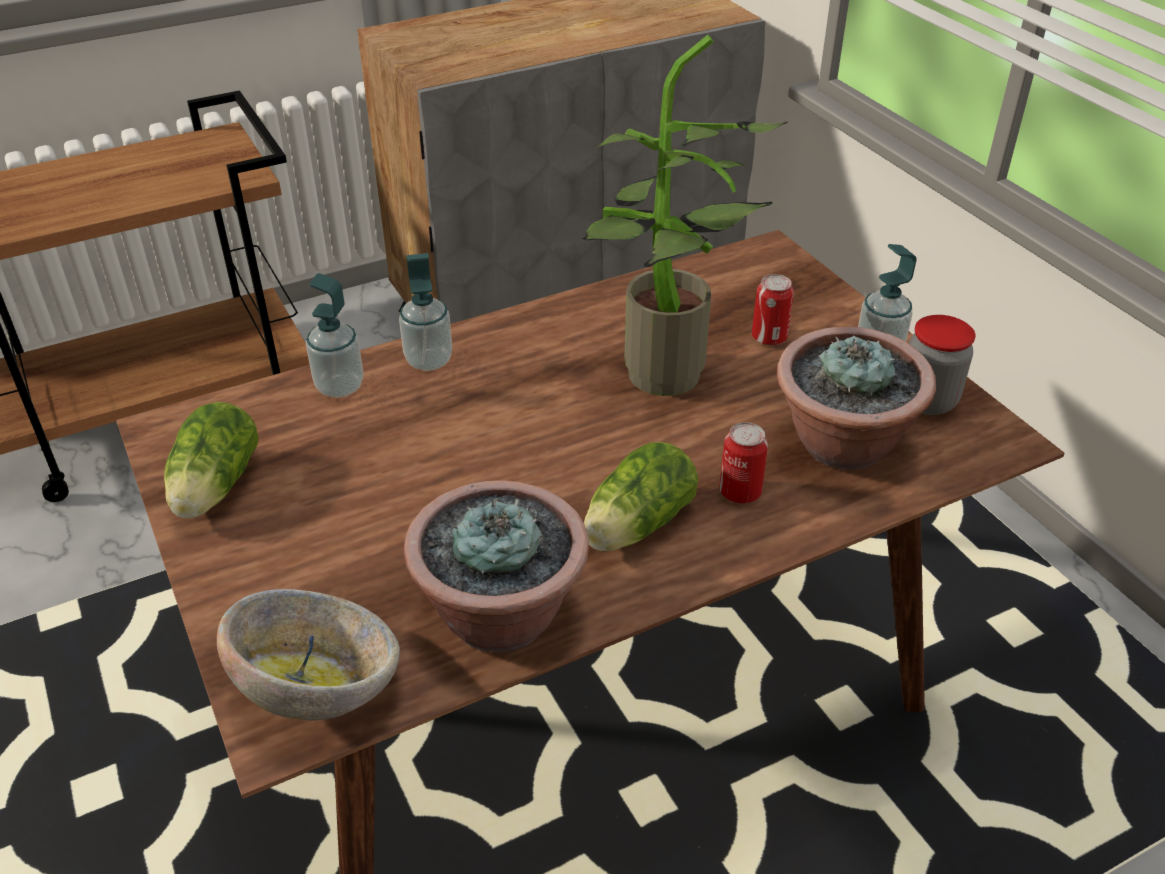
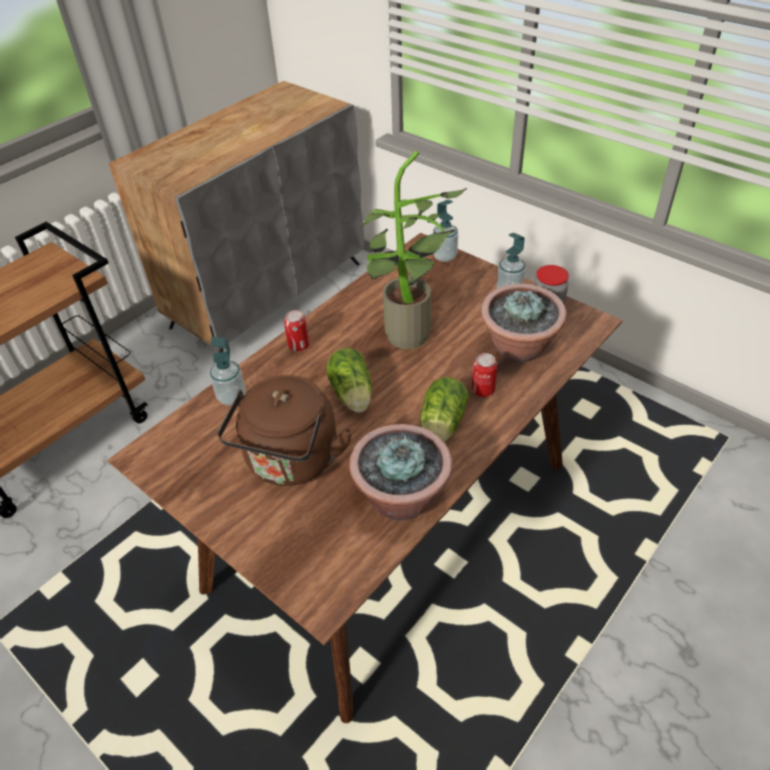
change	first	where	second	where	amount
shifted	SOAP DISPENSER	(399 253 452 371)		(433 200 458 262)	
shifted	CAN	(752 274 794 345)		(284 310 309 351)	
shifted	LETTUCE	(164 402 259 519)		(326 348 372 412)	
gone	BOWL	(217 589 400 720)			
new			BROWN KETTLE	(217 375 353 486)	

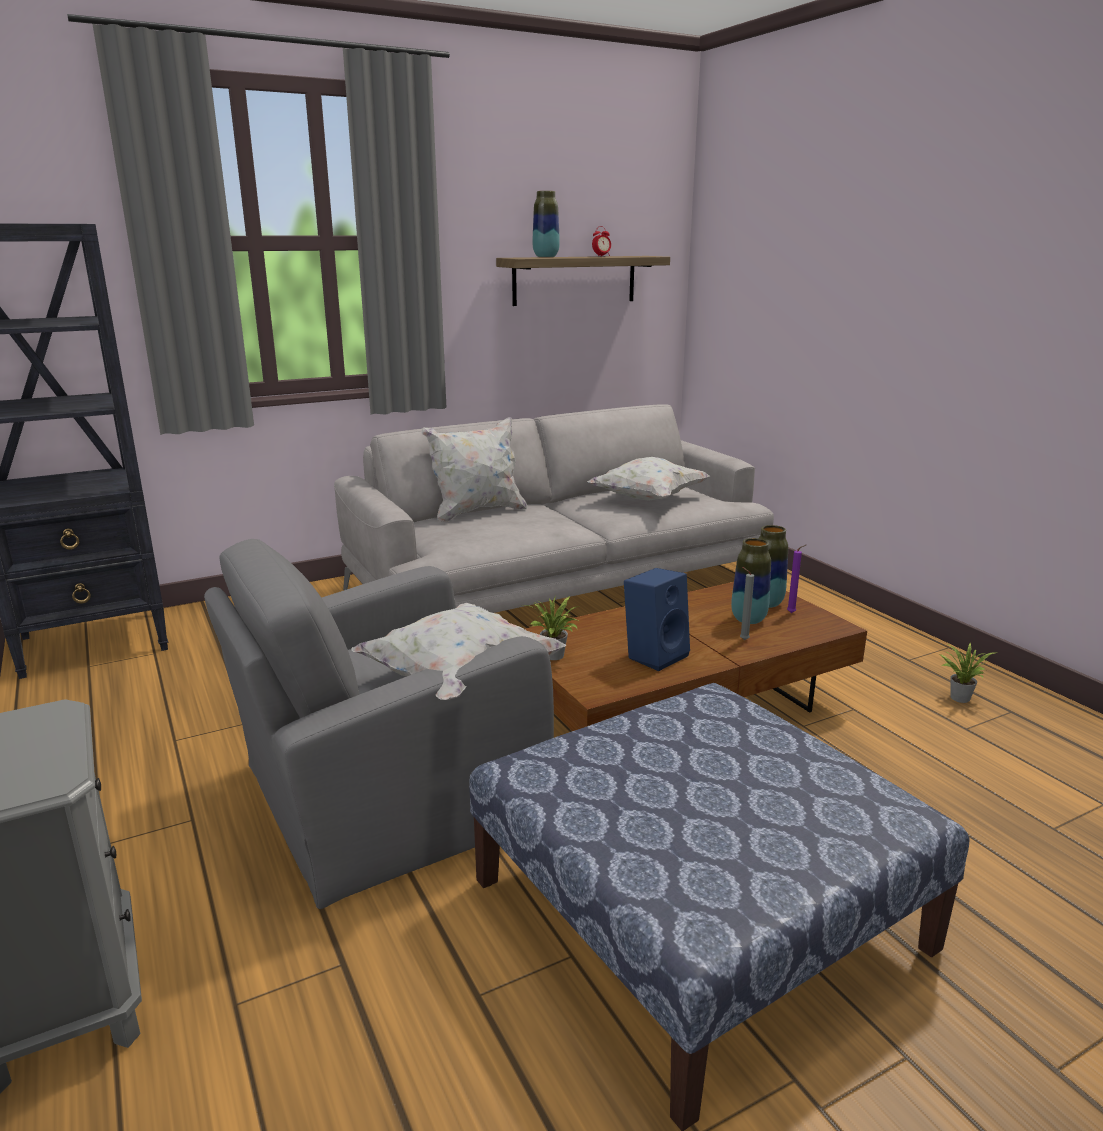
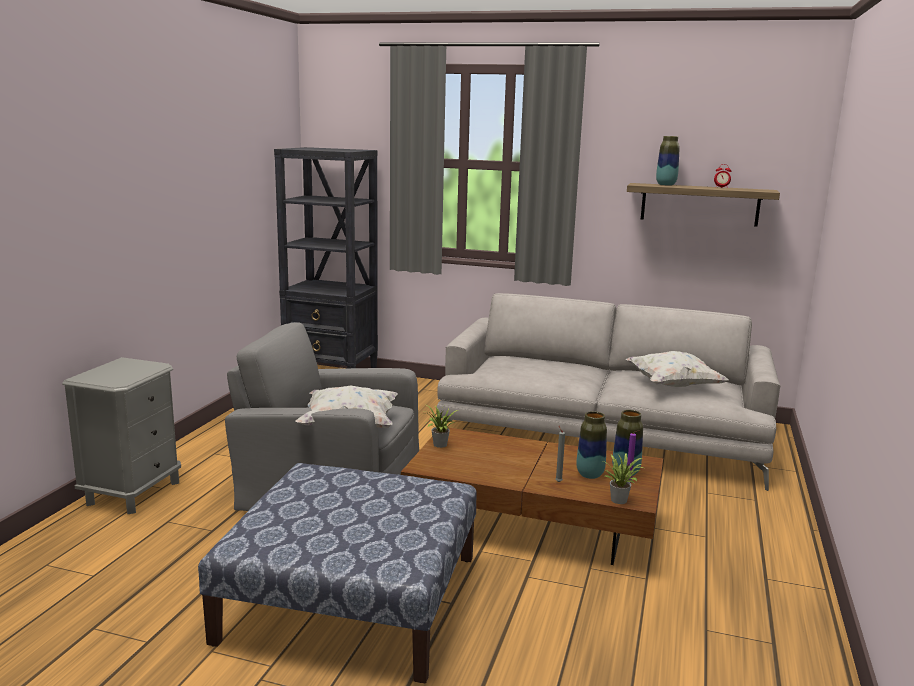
change	first	where	second	where	amount
gone	WHITE PILLOW	(422 417 527 522)			
gone	BLUE SPEAKER	(624 568 690 671)			
shifted	POTTED PLANT	(940 643 995 703)		(603 453 643 504)	

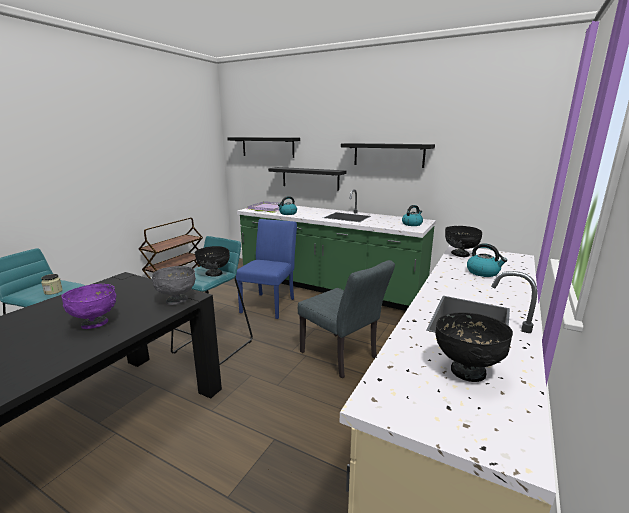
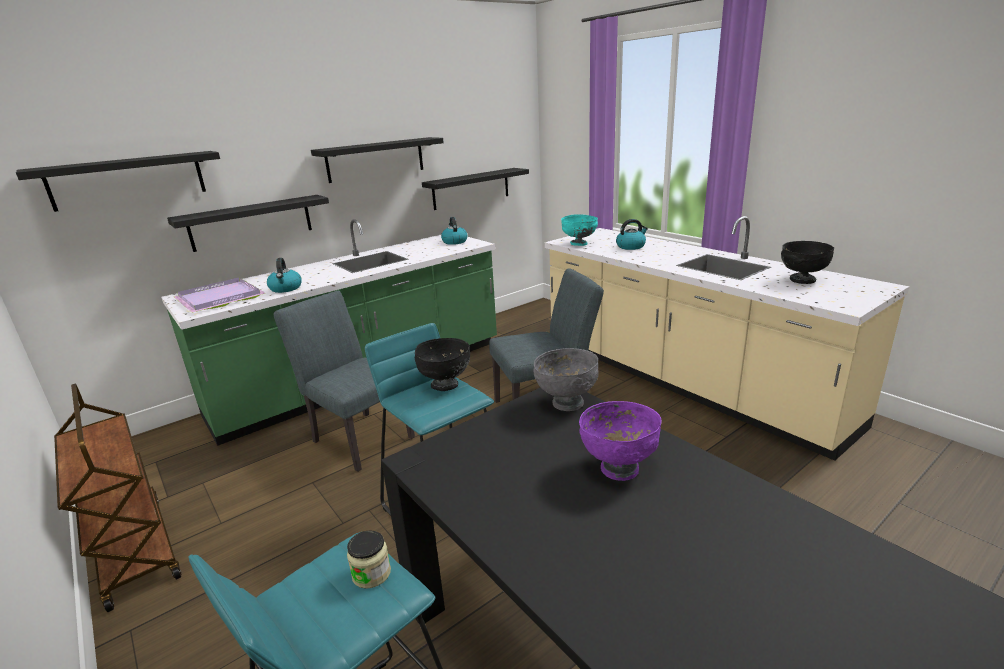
change	first	where	second	where	amount
repainted	BLUE CHAIR	(236 219 297 319)	GREY CHAIR	(274 291 415 472)	
repainted	BLACK BOWL	(445 226 482 257)	TURQUOISE BOWL	(561 214 598 246)	
new			BLACK SHELF	(422 168 529 210)	

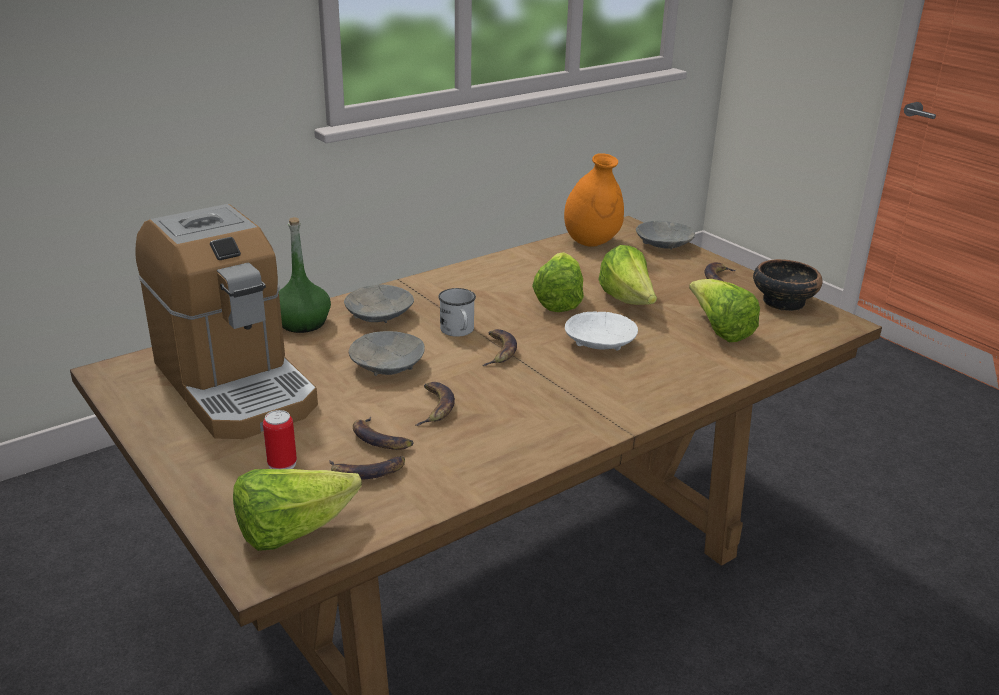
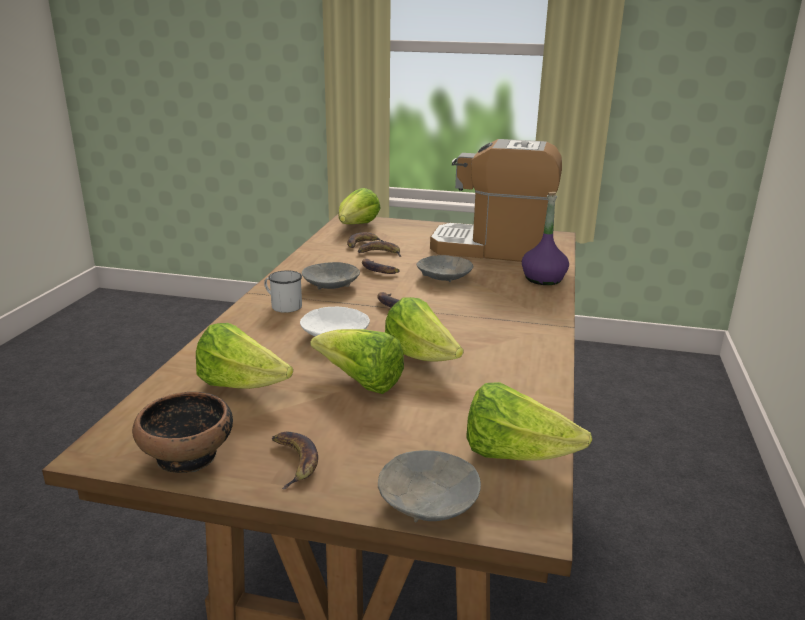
change	first	where	second	where	amount
swapped	ORANGE VASE	(564 153 624 247)	LETTUCE	(466 382 592 461)	
repainted	GREEN BOTTLE	(279 217 331 333)	PURPLE BOTTLE	(522 192 569 285)	
shifted	GREY BOWL	(344 284 414 323)		(302 262 360 290)	
shifted	WHITE MUG	(438 288 476 337)		(264 270 302 313)	
gone	CAN	(263 410 297 469)			

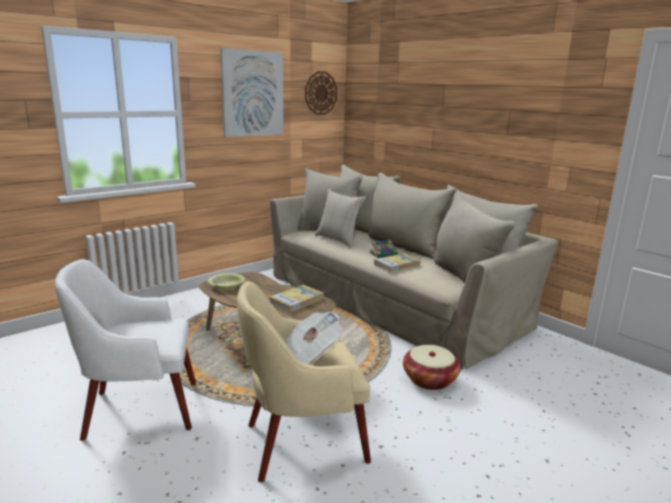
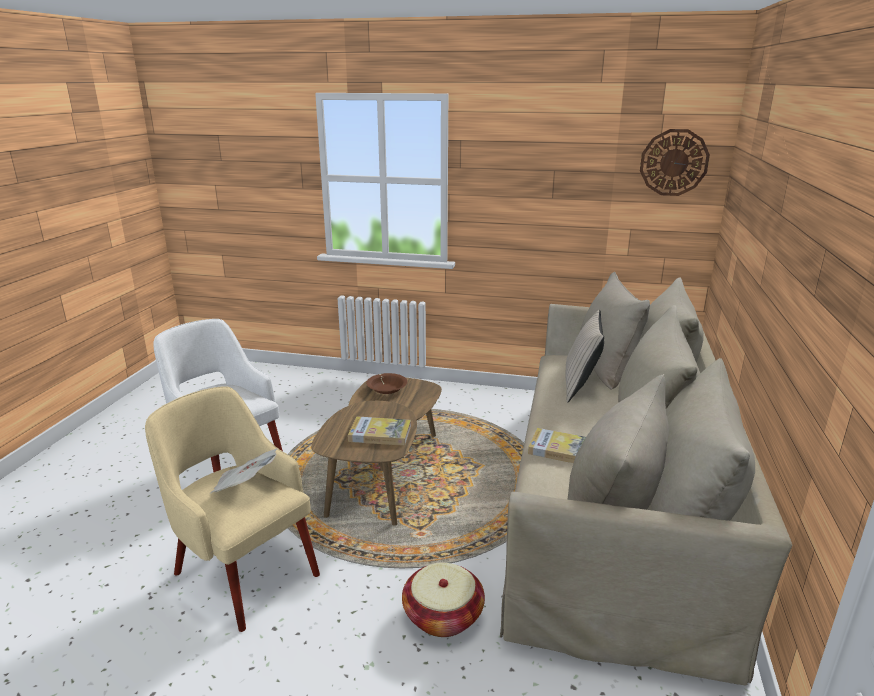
change	first	where	second	where	amount
gone	PICTURE	(220 48 283 137)			
gone	BOOK	(370 240 399 258)			
repainted	YELLOW BOWL	(208 273 245 289)	BROWN BOWL	(366 373 408 394)	

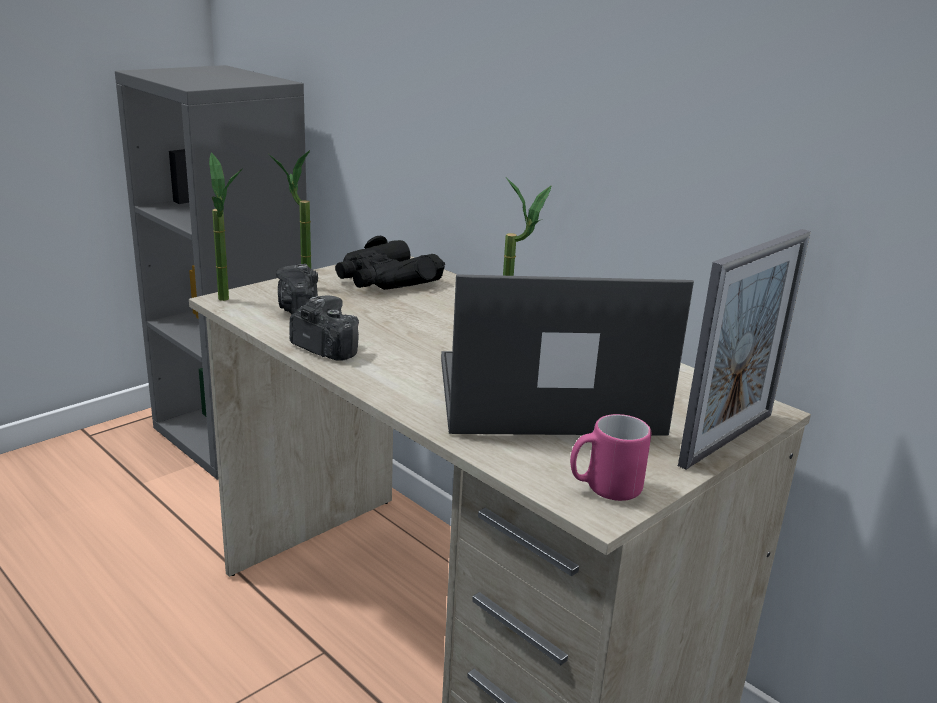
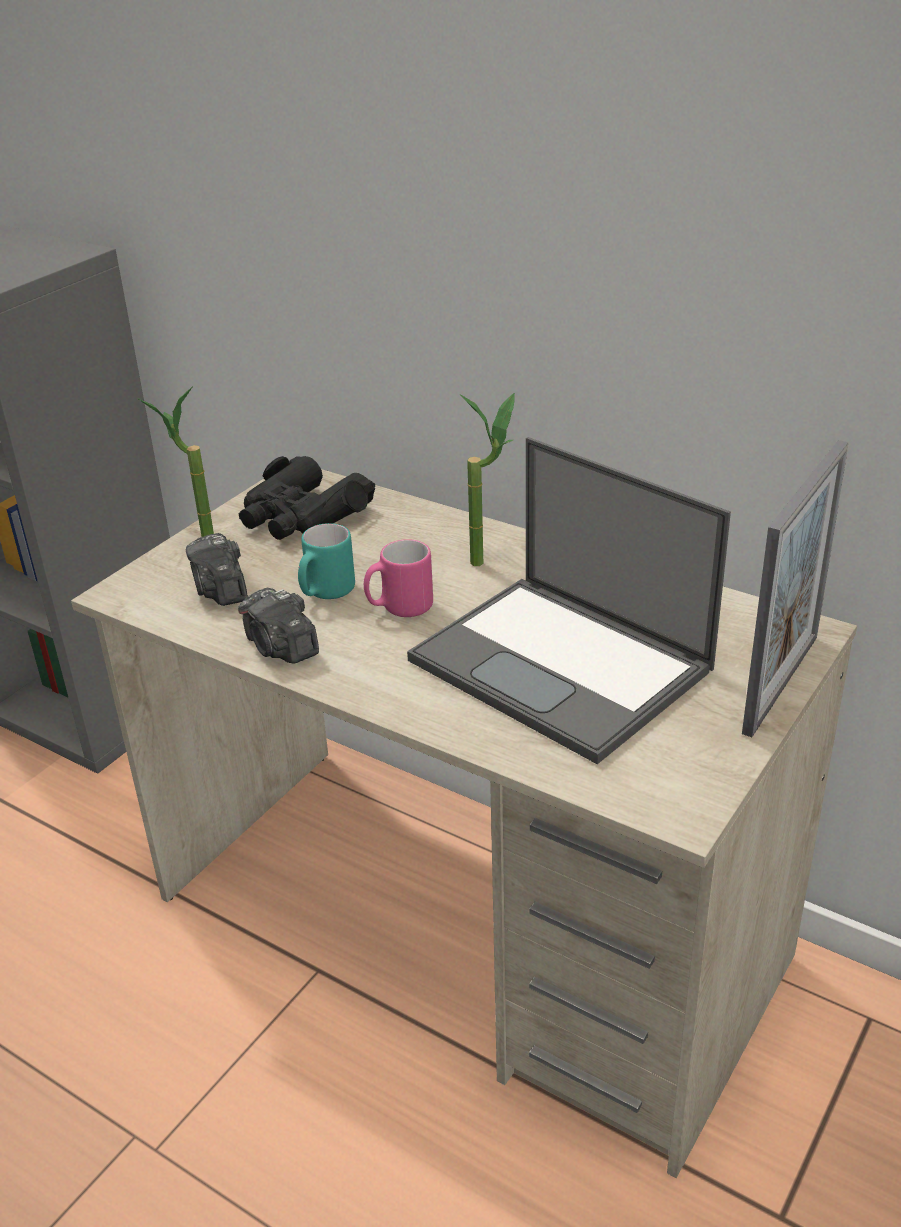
change	first	where	second	where	amount
gone	POTTED PLANT	(209 152 243 301)			
rotated	LAPTOP	(441 274 694 436)		(407 437 731 764)	120 degrees counterclockwise
rotated	PHOTO CAMERA	(289 296 359 361)		(238 588 319 664)	150 degrees counterclockwise
shifted	PINK MUG	(570 414 651 501)		(364 539 433 617)	
new			TURQUOISE MUG	(298 523 355 599)	

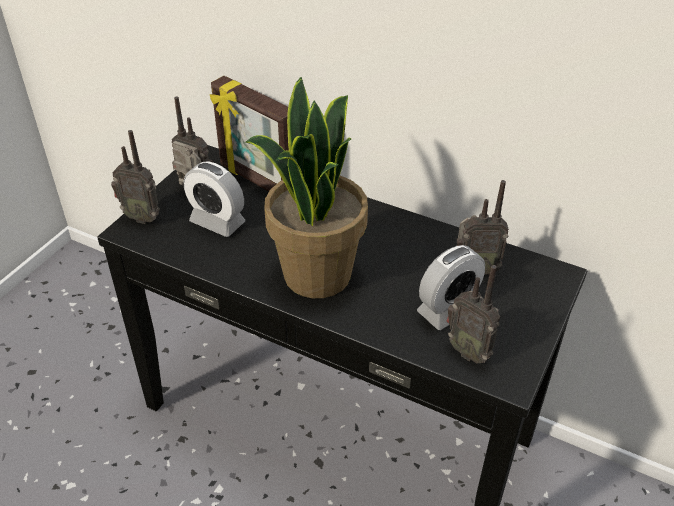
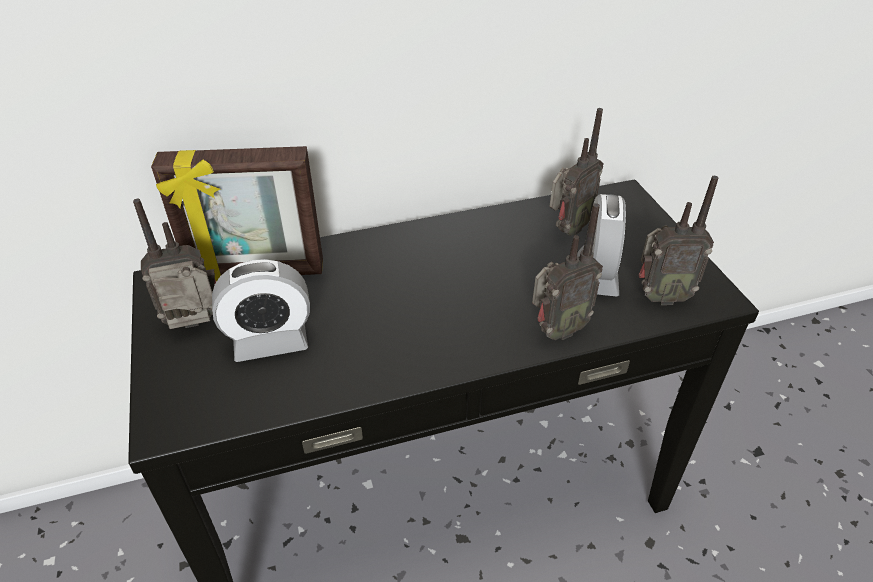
change	first	where	second	where	amount
gone	POTTED PLANT	(245 77 368 298)			
shifted	RADIO	(111 130 160 224)		(532 203 603 340)	

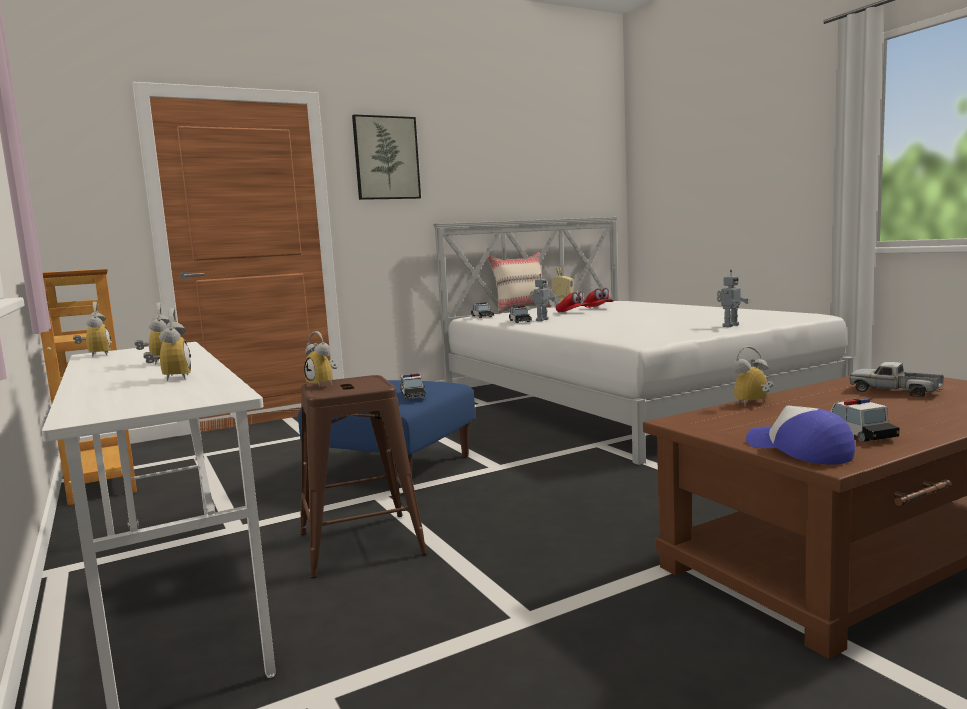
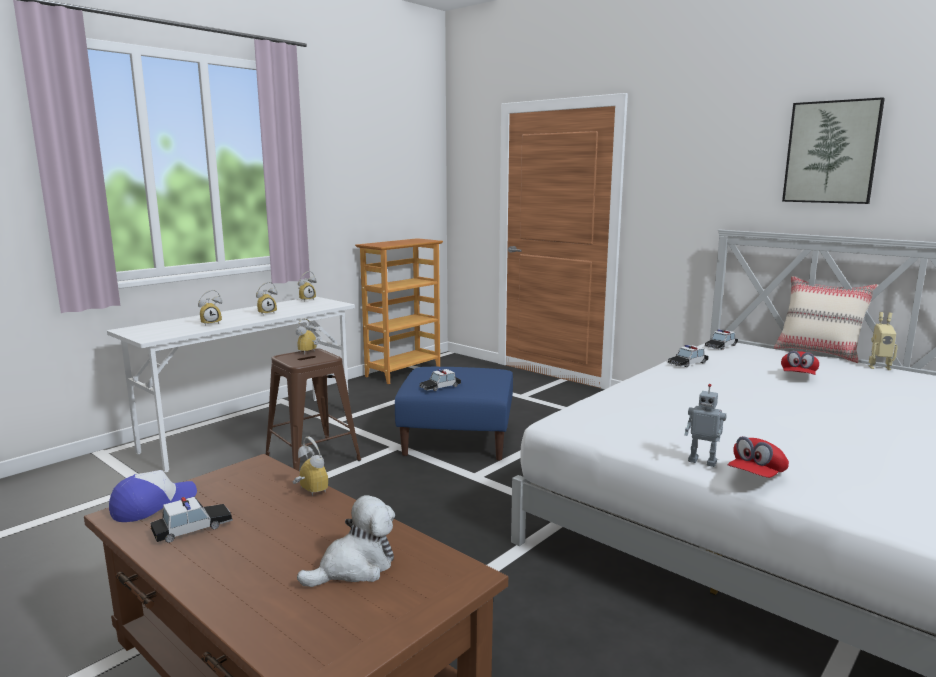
change	first	where	second	where	amount
shifted	PICTURE	(352 114 421 200)		(782 97 885 204)	
gone	TOY ROBOT	(530 274 555 321)			
shifted	RED CAP	(583 288 614 307)		(728 436 789 478)	
swapped	TOY TRUCK	(849 362 944 397)	PLUSH TOY	(297 495 395 587)	

